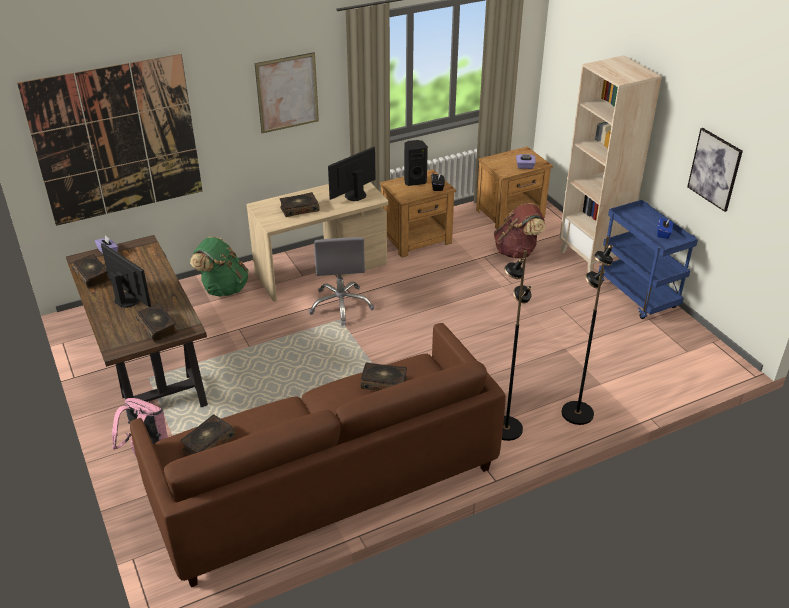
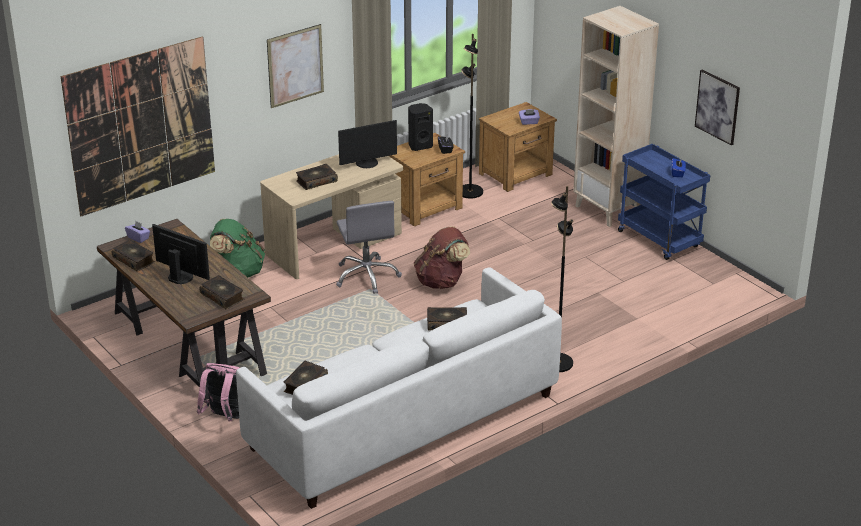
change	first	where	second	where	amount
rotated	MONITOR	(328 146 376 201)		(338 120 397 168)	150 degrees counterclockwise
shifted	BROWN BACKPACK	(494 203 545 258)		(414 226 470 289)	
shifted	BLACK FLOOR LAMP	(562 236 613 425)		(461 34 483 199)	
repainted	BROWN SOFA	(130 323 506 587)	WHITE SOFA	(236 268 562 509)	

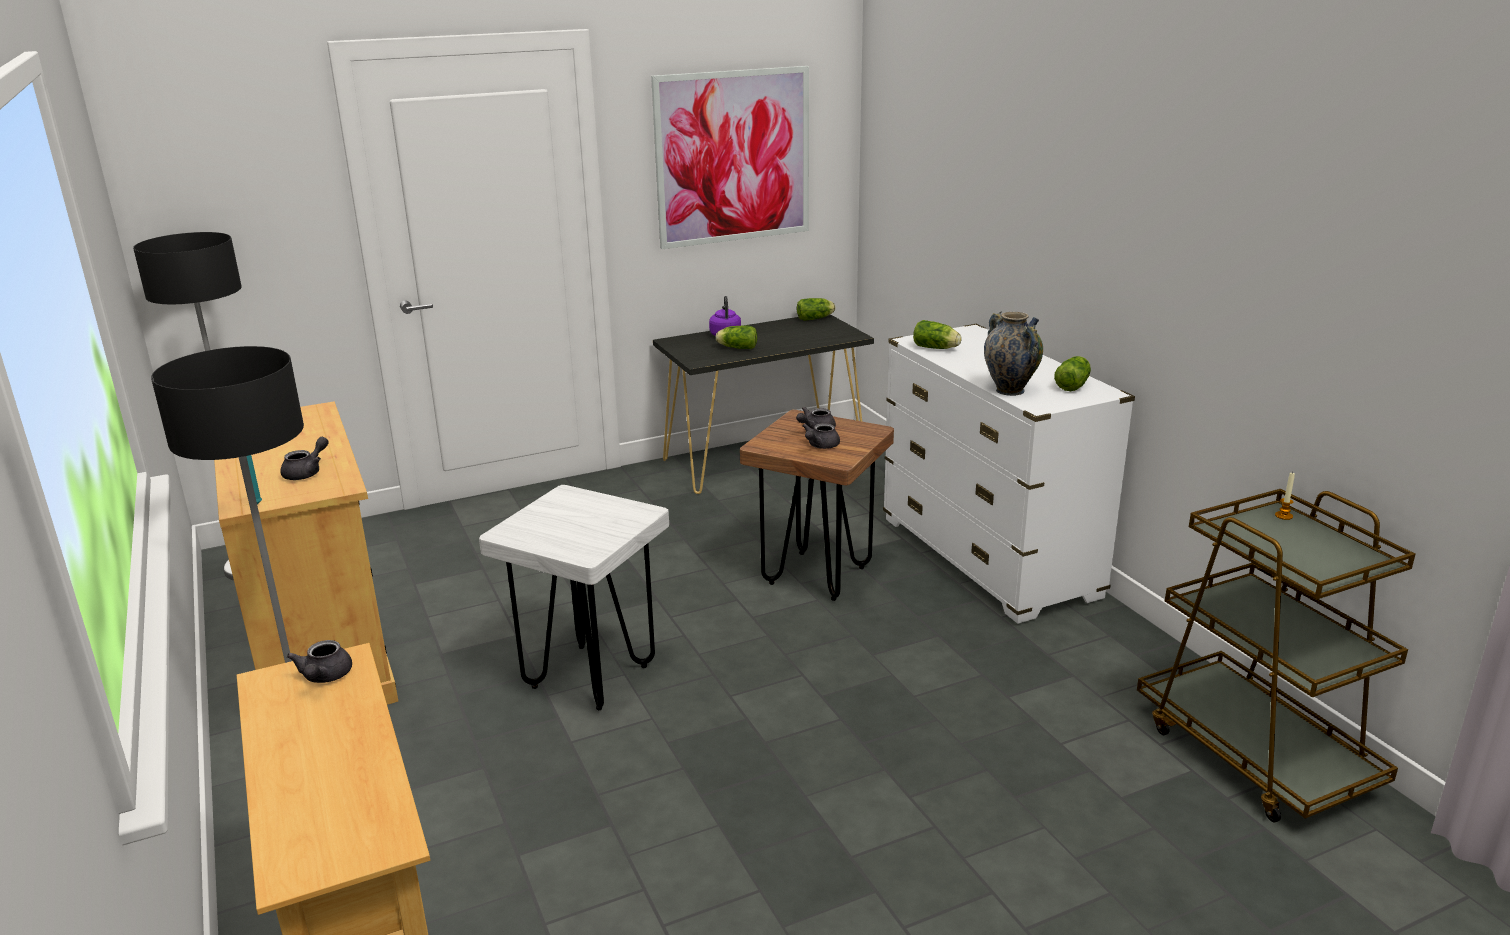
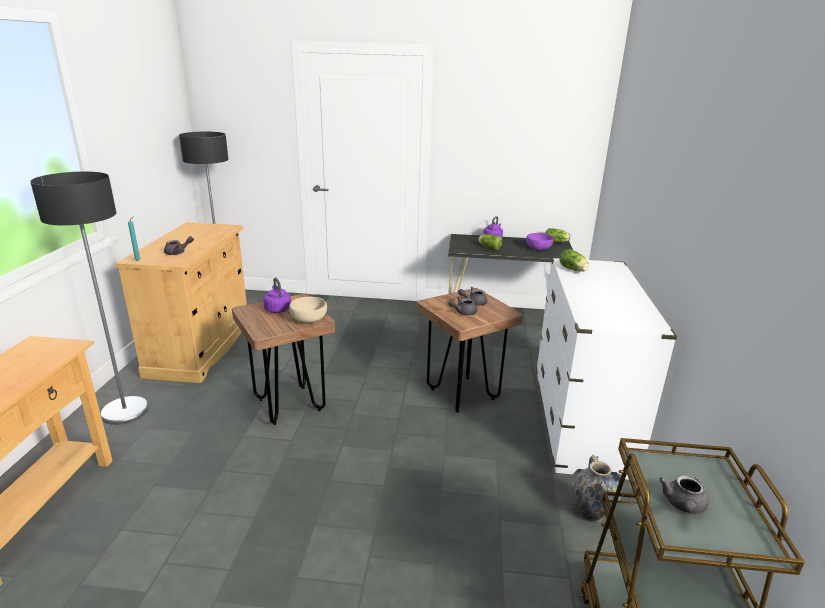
change	first	where	second	where	amount
gone	PICTURE	(651 66 809 249)			
shifted	VASE	(984 311 1043 396)		(574 454 621 523)	
gone	LETTUCE	(1054 356 1091 391)			
gone	CANDLE	(1275 472 1295 520)			
repainted	WHITE STOOL	(479 485 669 710)	BROWN STOOL	(232 294 335 425)	
shifted	GREY TEAPOT	(287 640 352 683)		(659 475 709 514)	
new			PURPLE BOWL	(526 233 554 250)	
new			PURPLE KETTLE	(263 278 291 313)	
new			BEIGE BOWL	(289 297 327 323)	

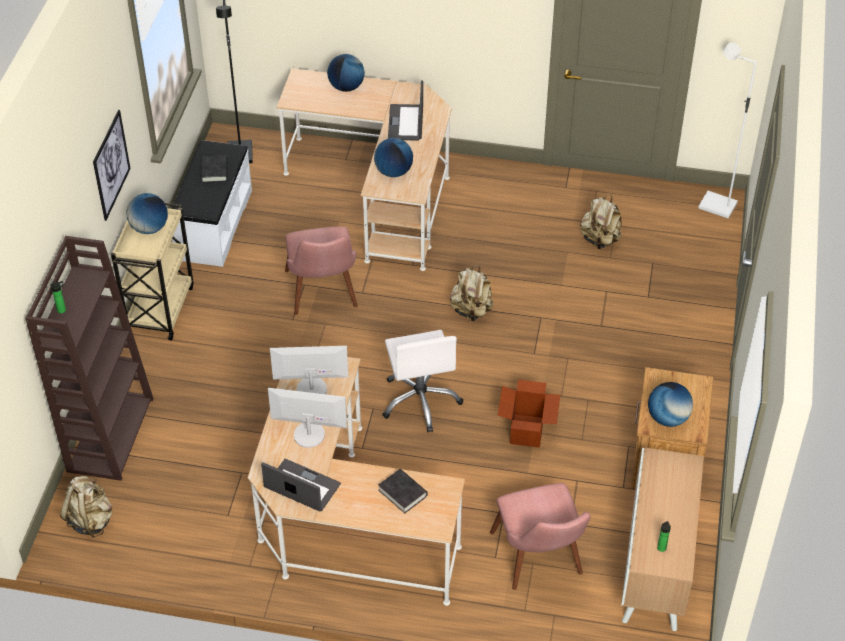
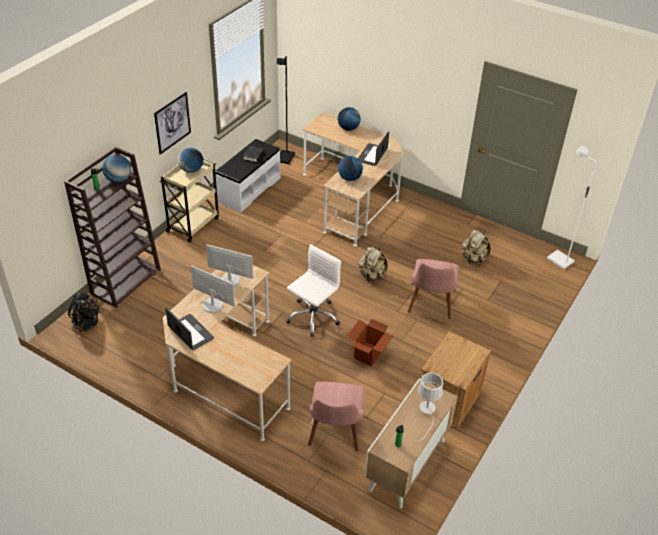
change	first	where	second	where	amount
shifted	PINK CHAIR	(285 226 357 315)		(408 259 459 319)	
rotated	WHITE OFFICE CHAIR	(382 330 463 432)		(286 244 341 337)	150 degrees counterclockwise
shifted	GLOBE	(648 382 693 427)		(102 154 131 183)	
gone	BLACK BOOK	(378 469 428 514)			
repainted	BEIGE BACKPACK	(60 476 112 538)	BLACK BACKPACK	(68 293 100 333)	
new			WHITE TABLE LAMP	(417 373 443 442)	

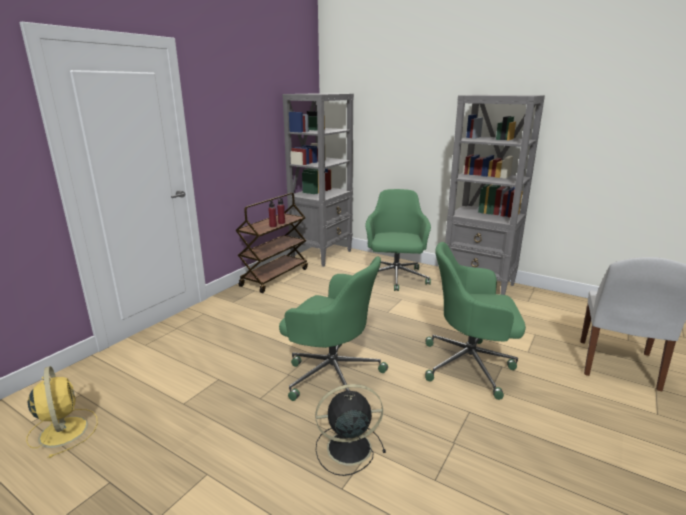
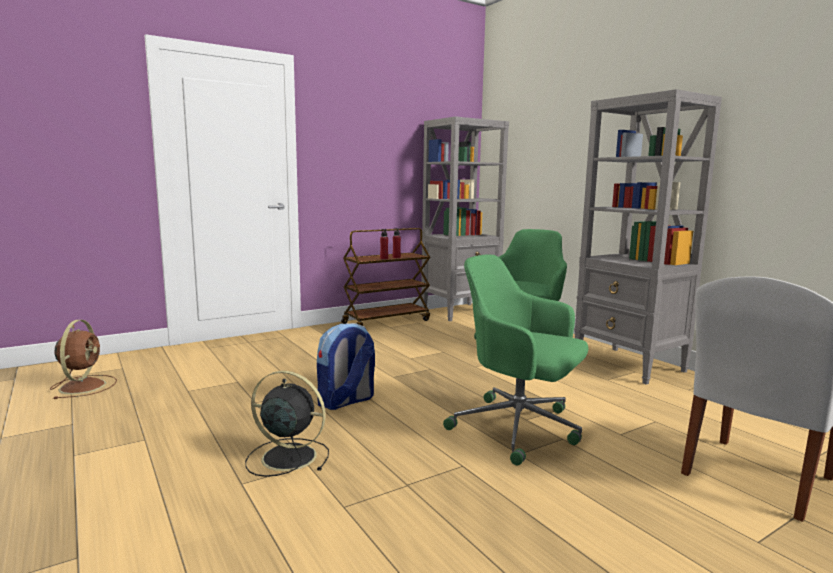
change	first	where	second	where	amount
swapped	GREEN OFFICE CHAIR	(279 256 388 401)	BACKPACK	(317 323 375 410)	
repainted	YELLOW FAN	(26 366 98 458)	BROWN FAN	(50 320 117 399)	

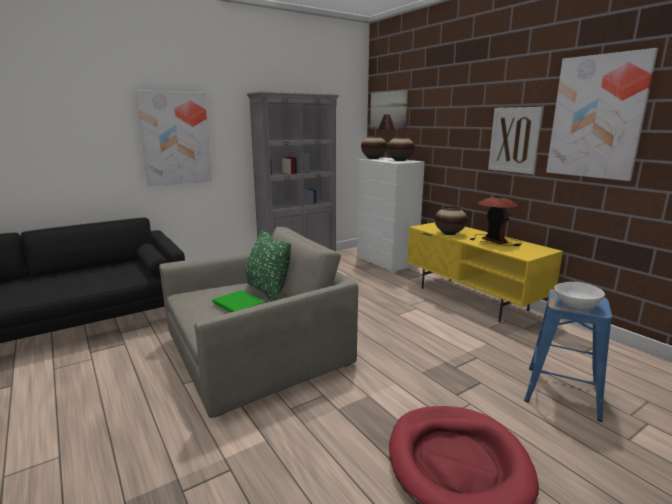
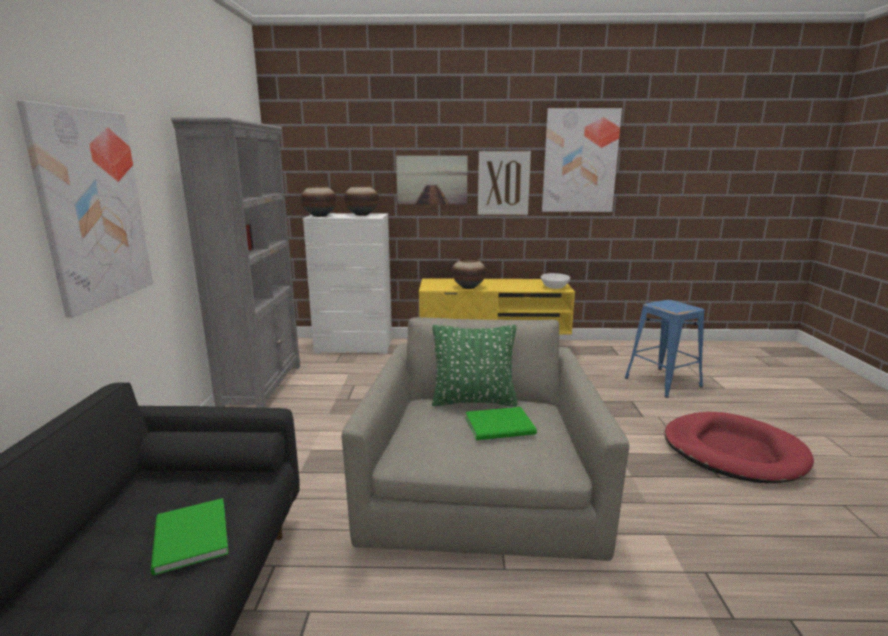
change	first	where	second	where	amount
shifted	PICTURE	(370 90 408 130)		(396 156 468 204)	
gone	TABLE LAMP	(470 196 522 246)			
shifted	WHITE BOWL	(554 282 605 309)		(541 273 570 289)	
new			GREEN BOOK	(151 498 228 575)	

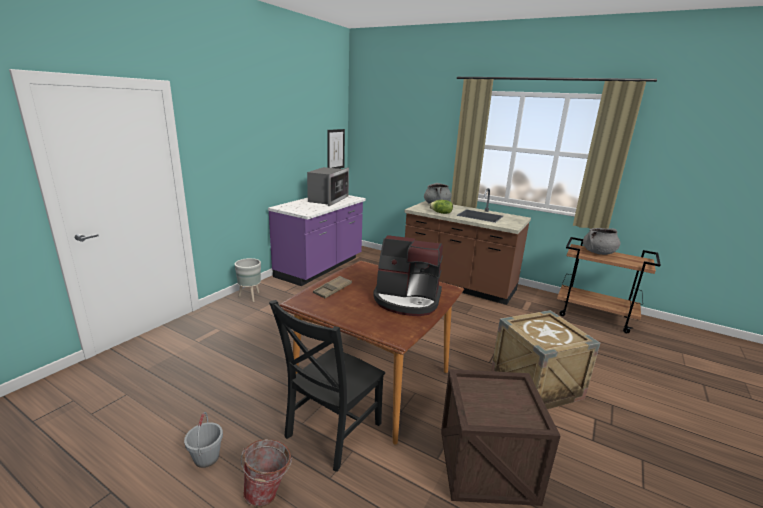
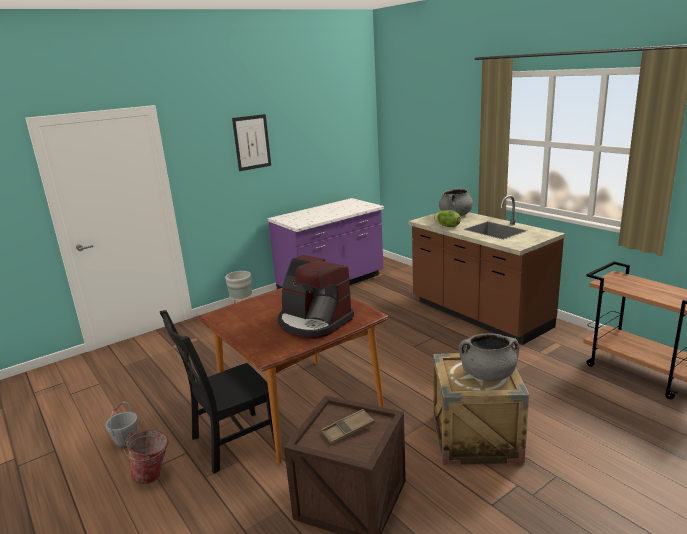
change	first	where	second	where	amount
shifted	PICTURE	(327 129 345 169)		(232 114 271 171)	
gone	MICROWAVE	(307 167 349 206)			
shifted	GREY COOKING POT	(583 228 621 255)		(459 333 519 381)	
shifted	BROWN TRAY	(313 276 352 298)		(321 409 375 444)	

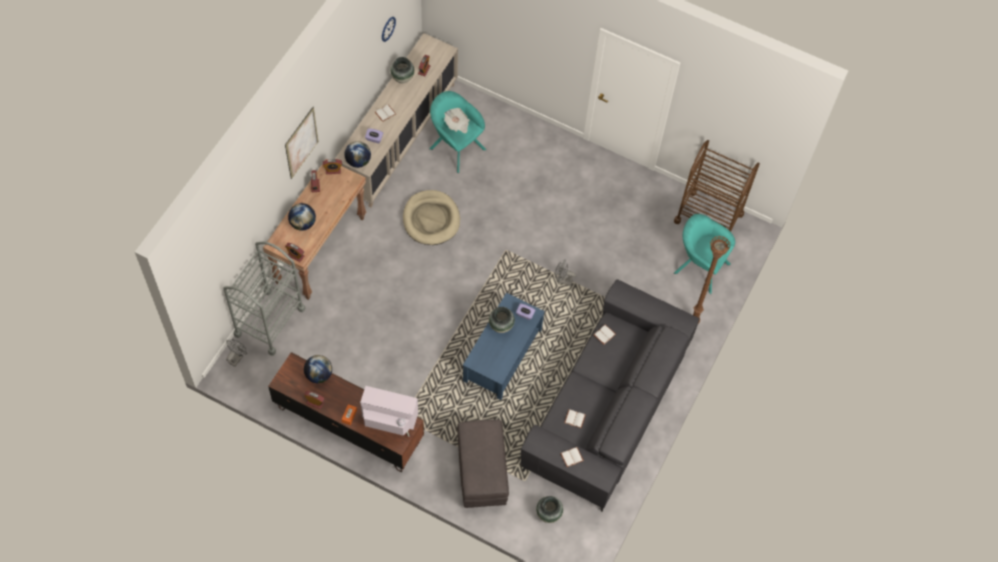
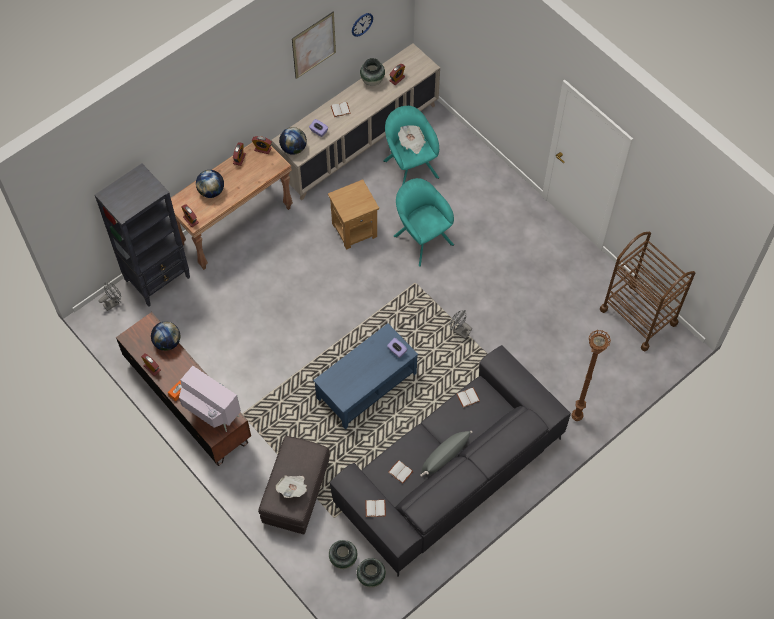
change	first	where	second	where	amount
shifted	PICTURE	(285 107 318 179)		(292 12 336 79)	
swapped	BEIGE DOG BED	(403 190 460 245)	BROWN SIDE TABLE	(328 179 379 250)	
shifted	TURQUOISE ARMCHAIR	(674 214 735 294)		(394 178 454 267)	
swapped	GREY CART	(223 242 305 356)	BLACK BOOKCASE	(95 164 190 307)	
shifted	VASE	(489 307 515 333)		(357 558 386 588)	
new			GREY PILLOW	(420 431 472 477)	
new			NEWSPAPER	(276 476 307 498)	

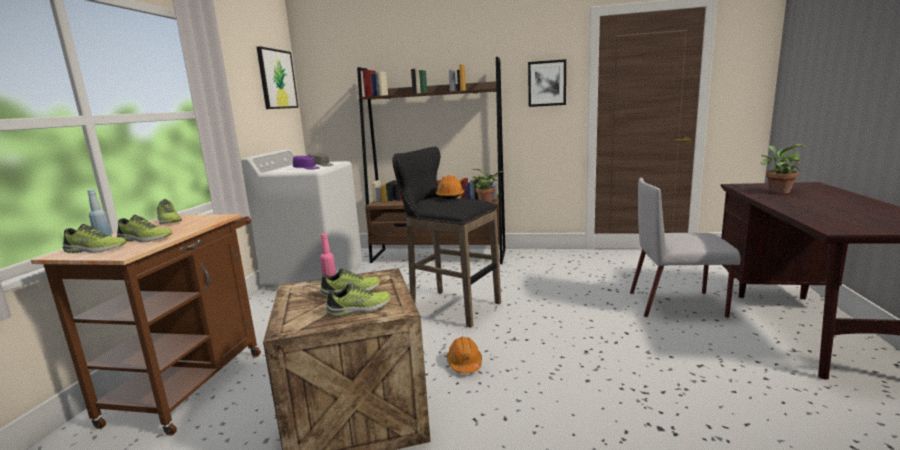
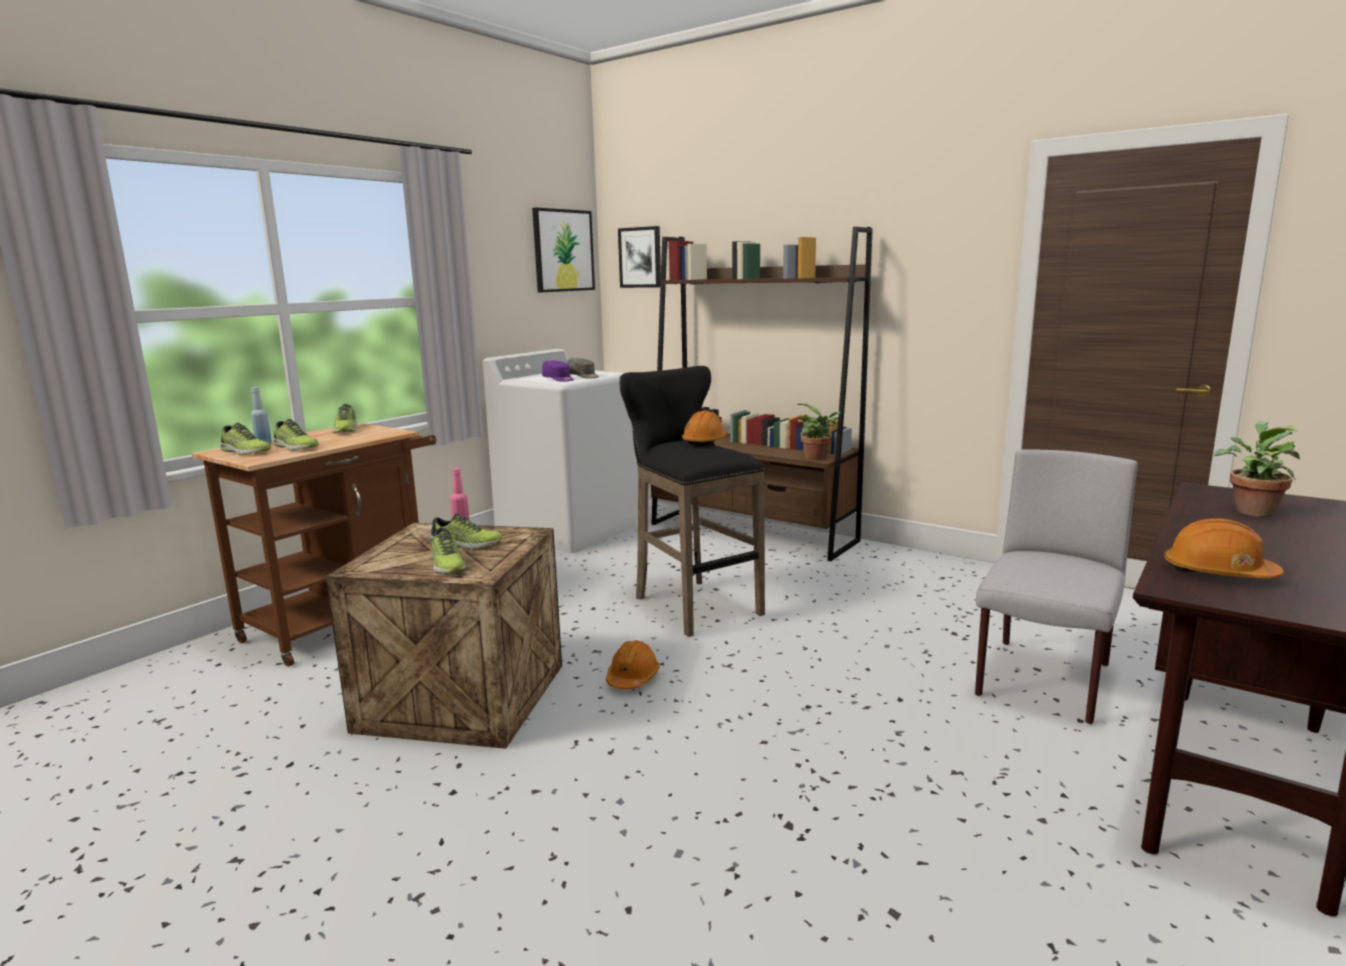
change	first	where	second	where	amount
shifted	PICTURE	(528 59 566 107)		(618 226 661 288)	
rotated	GREY CHAIR	(630 178 741 318)		(975 449 1138 724)	90 degrees clockwise
rotated	SHOE	(326 284 391 317)		(431 528 466 573)	60 degrees clockwise
new			ORANGE HARD HAT	(1164 518 1284 578)	

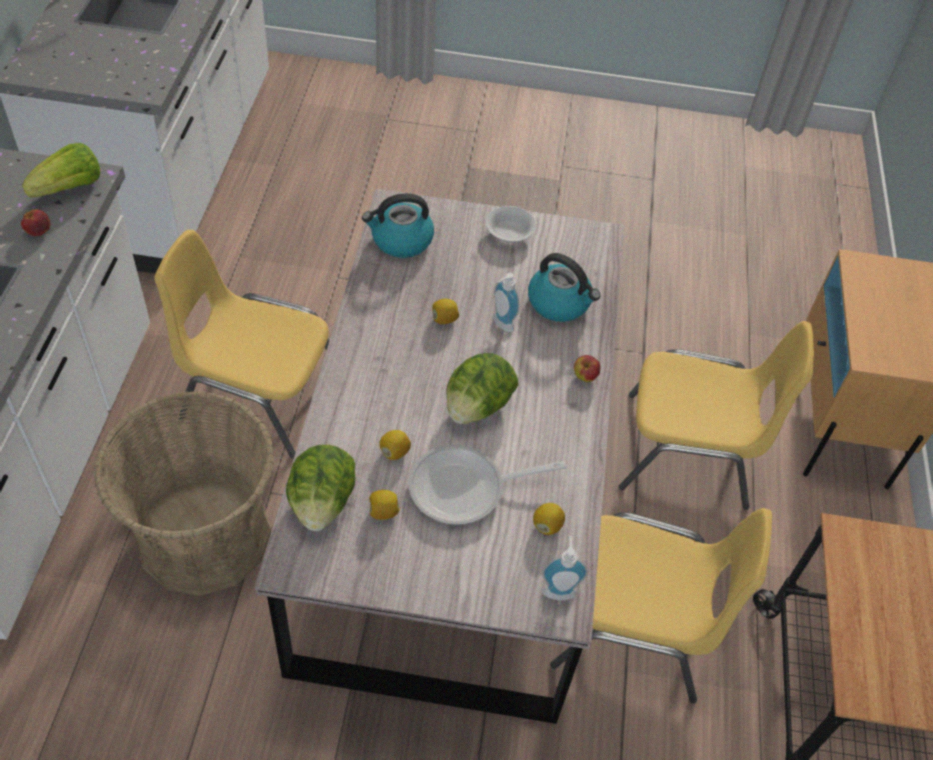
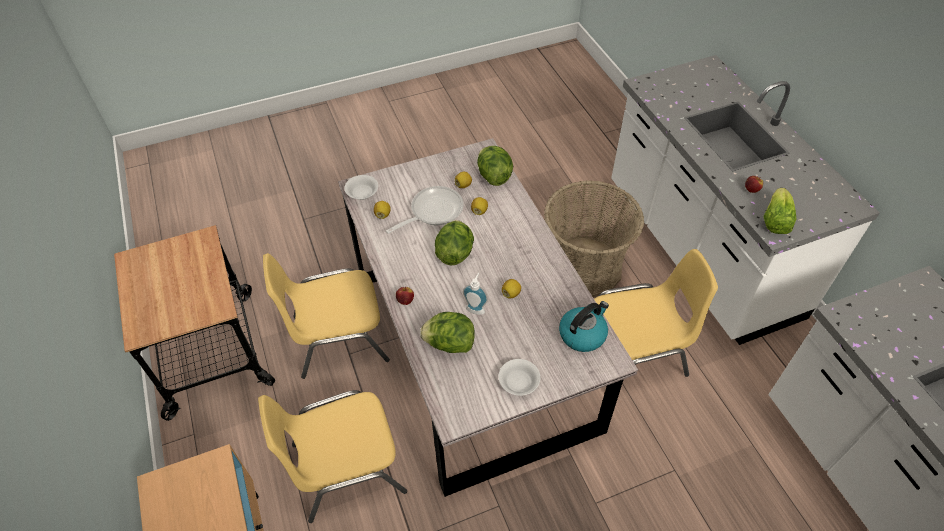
change	first	where	second	where	amount
swapped	KETTLE	(528 253 600 322)	LETTUCE	(420 312 475 353)	
swapped	SOAP DISPENSER	(542 536 588 601)	WHITE BOWL	(344 175 378 200)	

